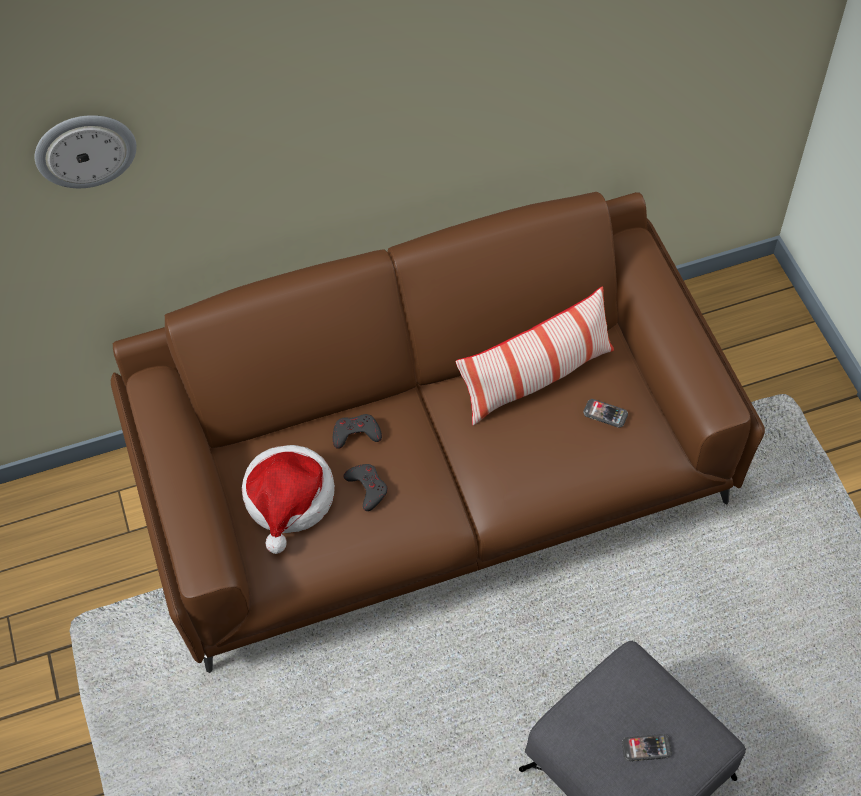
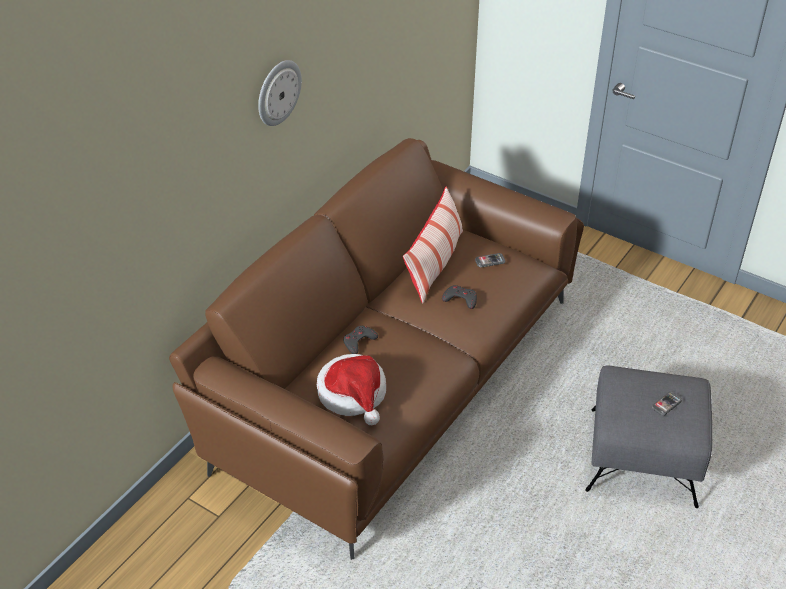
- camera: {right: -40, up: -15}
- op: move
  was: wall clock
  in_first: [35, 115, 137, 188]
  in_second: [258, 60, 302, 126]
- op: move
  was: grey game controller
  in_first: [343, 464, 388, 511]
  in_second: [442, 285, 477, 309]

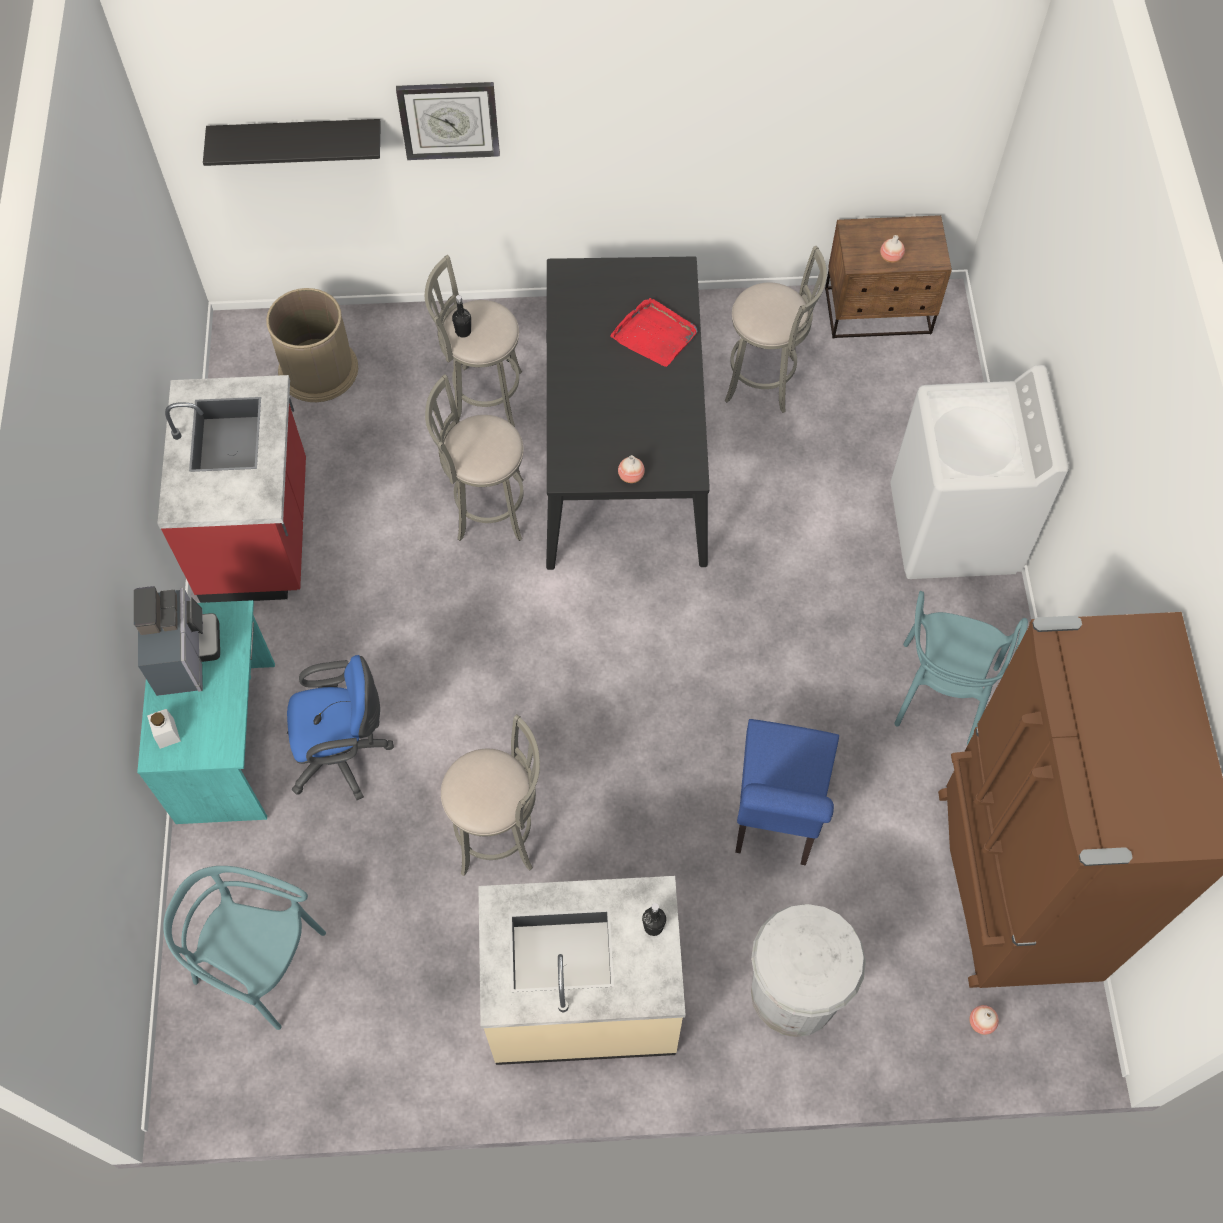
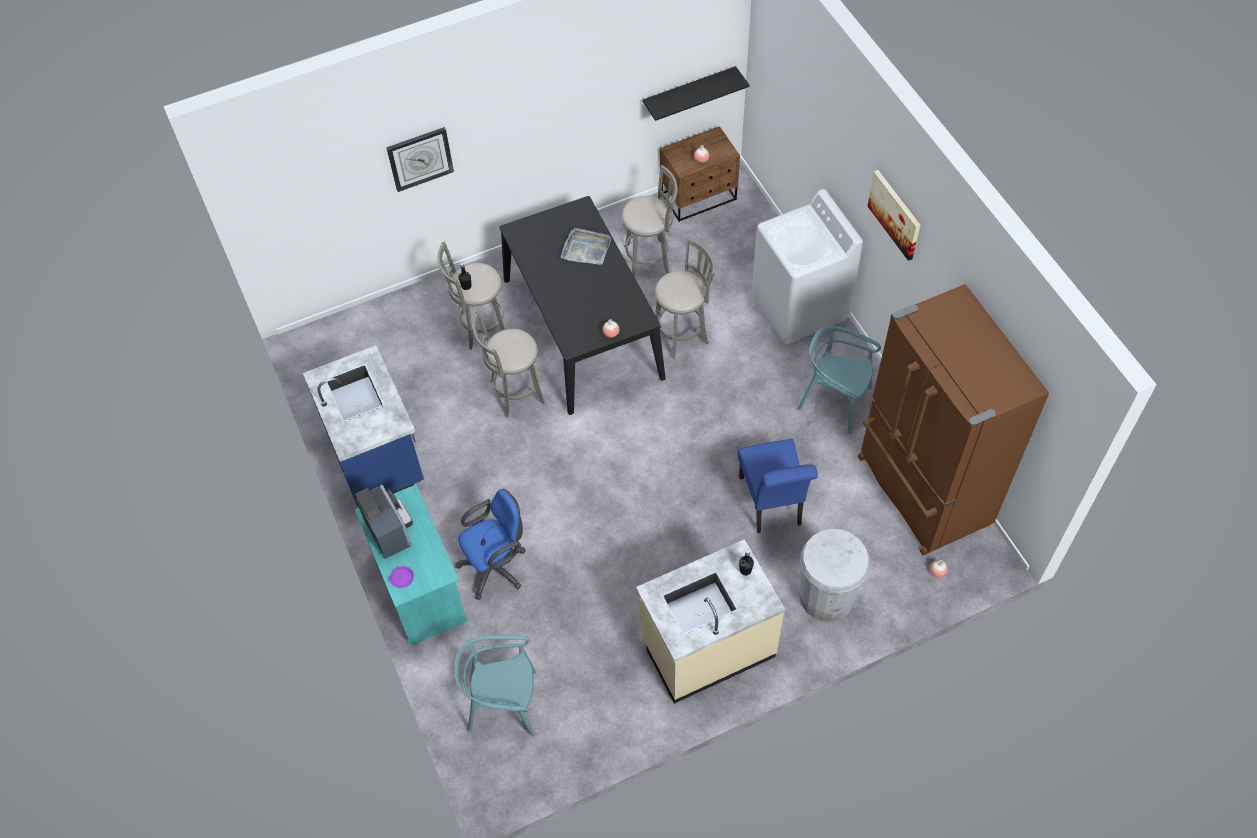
- camera: {right: -20, up: -5}
- op: recolor
  was: red counter
  now: blue counter
  in_first: [157, 375, 306, 603]
  in_second: [303, 345, 424, 507]
- op: replace
  was: white jar
  now: purple plate
  in_first: [147, 709, 181, 749]
  in_second: [390, 566, 414, 588]
- op: recolor
  was: red tray
  now: grey tray
  in_first: [610, 298, 698, 367]
  in_second: [561, 228, 611, 265]
- op: move
  was: black shelf
  in_first: [203, 119, 381, 166]
  in_second: [642, 66, 749, 121]
- op: move
  was: grey stool
  in_first: [441, 714, 540, 876]
  in_second: [655, 237, 715, 359]
- op: rotate
  was: turquoise chair
  in_first: [894, 591, 1028, 745]
  in_second: [798, 326, 881, 434]
  clockwise: 120
- op: insert
  now: picture
  in_second: [868, 170, 920, 261]
- op: delete
  was: brown trash can
  in_first: [266, 288, 358, 402]

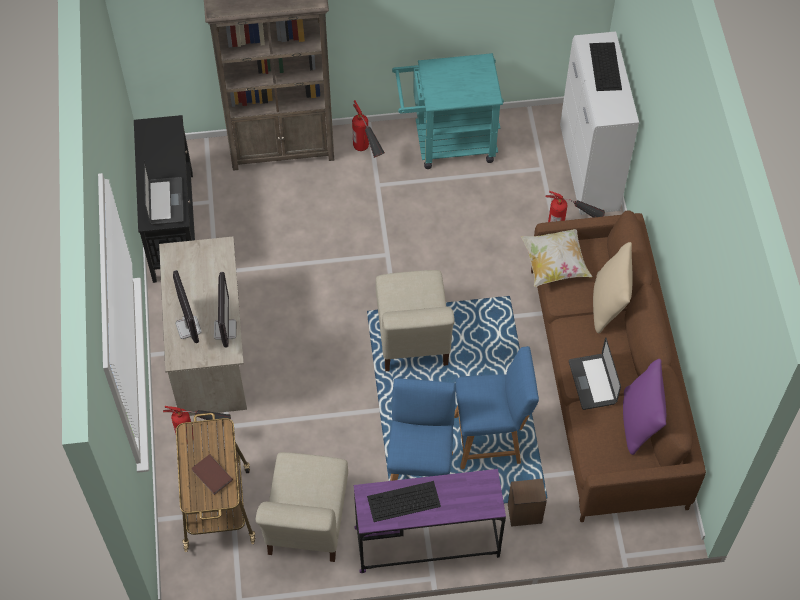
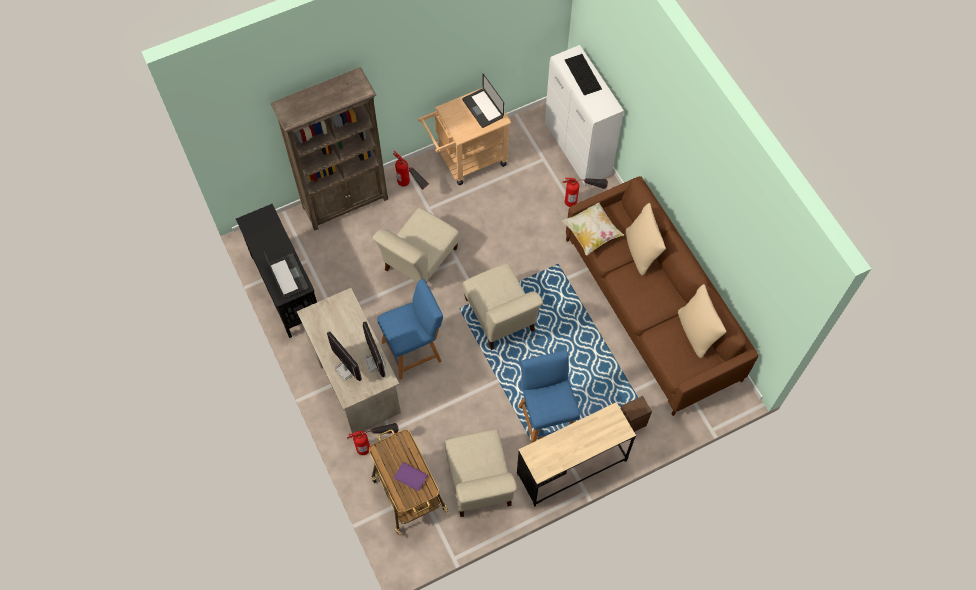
- camera: {right: -20, up: 5}
- op: insert
  now: beige chair
  in_second: [373, 208, 460, 283]
- op: move
  was: blue stool
  in_first: [454, 346, 539, 469]
  in_second: [377, 279, 443, 380]
- op: recolor
  was: brown book
  now: purple book
  in_first: [191, 454, 233, 495]
  in_second: [394, 462, 428, 492]
- op: recolor
  was: turquoise cart
  now: beige cart
  in_first: [392, 53, 504, 169]
  in_second: [418, 88, 511, 185]
- op: move
  was: laptop
  in_first: [569, 337, 621, 410]
  in_second: [462, 74, 504, 128]
- op: recolor
  was: purple desk
  now: beige desk
  in_first: [354, 469, 506, 573]
  in_second: [515, 402, 636, 507]
- op: recolor
  was: purple pillow
  now: beige pillow
  in_first: [623, 359, 666, 455]
  in_second: [678, 284, 727, 358]
- op: delete
  was: keyboard
  in_first: [367, 481, 441, 522]

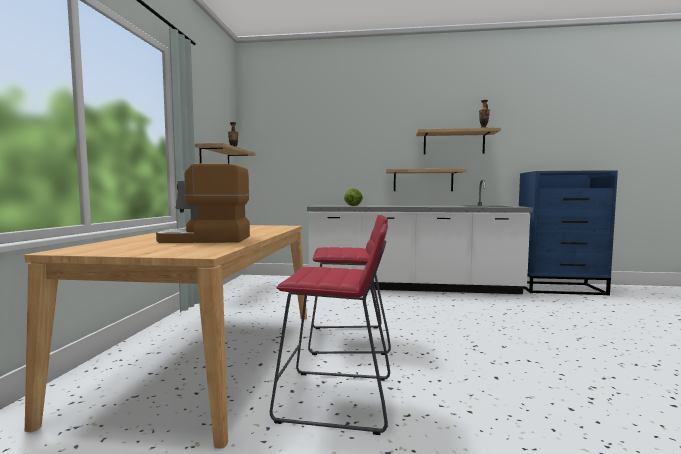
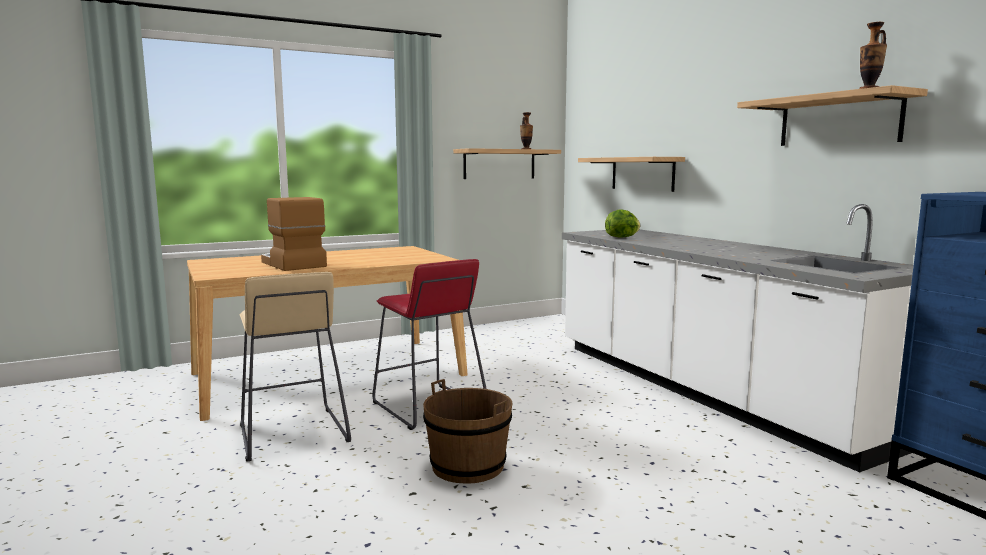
- camera: {right: 55, up: 5}
- op: recolor
  was: red stool
  now: beige stool
  in_first: [270, 223, 390, 435]
  in_second: [240, 272, 351, 462]
- op: insert
  now: brown bucket
  in_second: [423, 379, 513, 484]
- op: move
  was: shelf
  in_first: [386, 169, 467, 191]
  in_second: [578, 157, 685, 192]

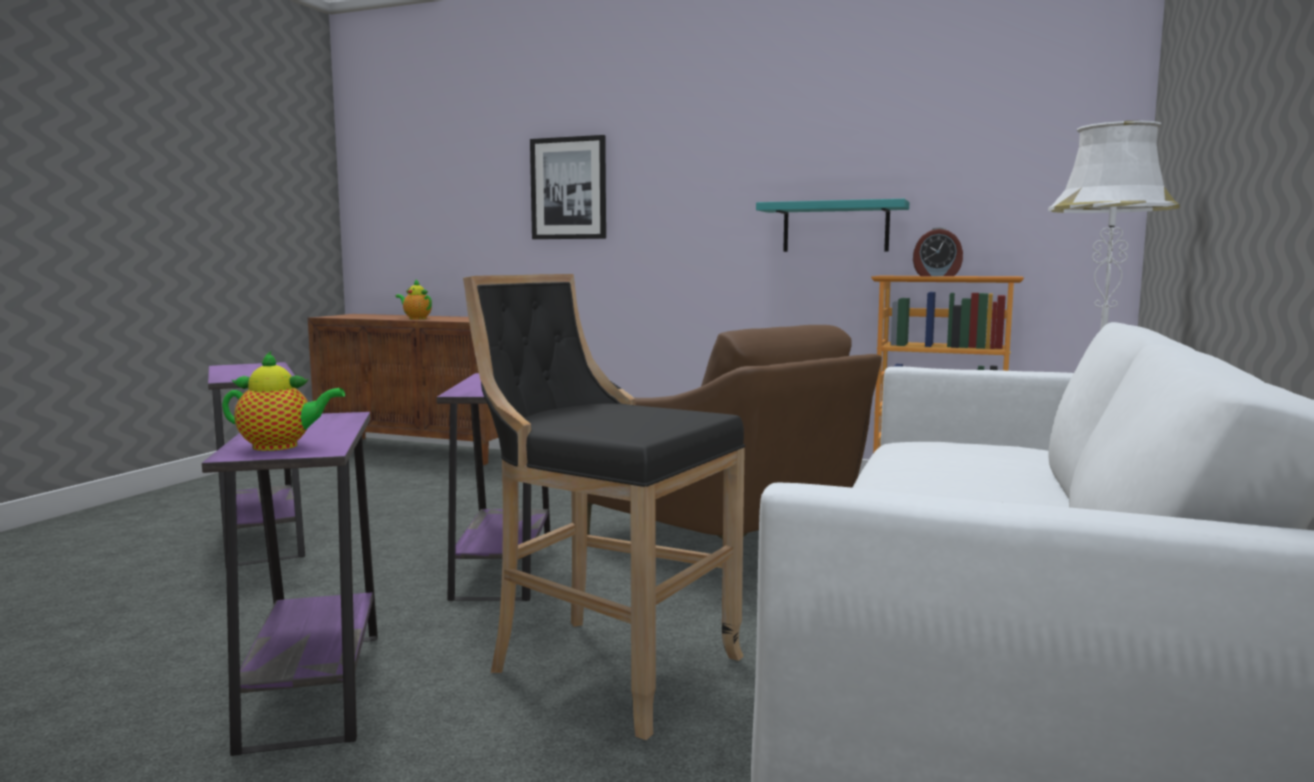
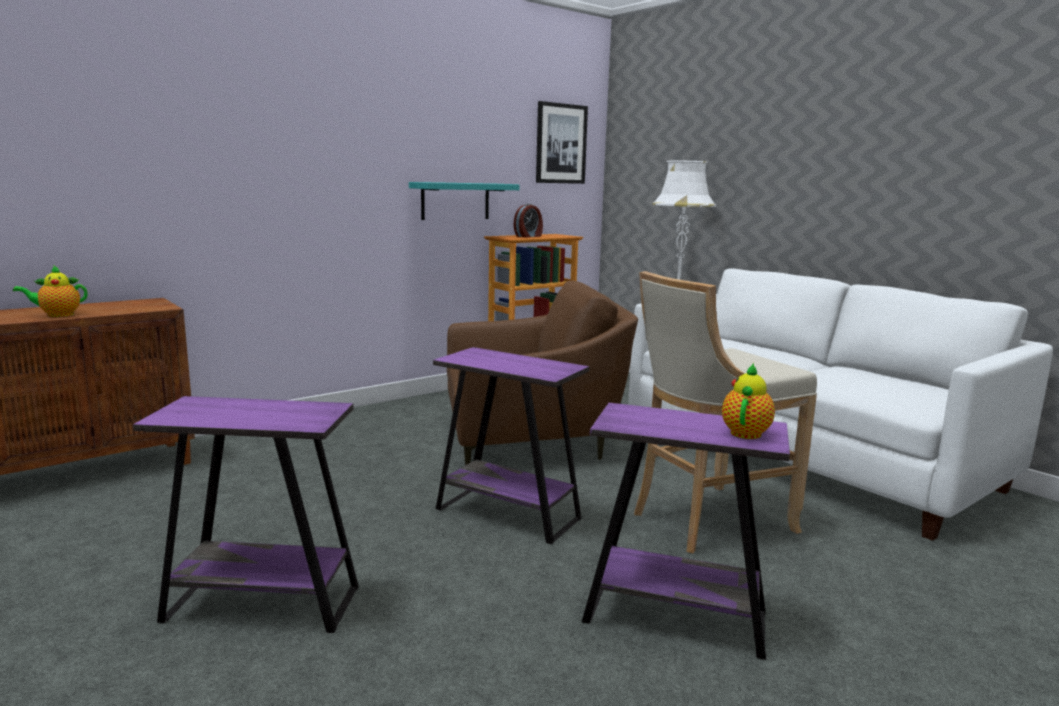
- camera: {right: -60, up: 5}
- op: move
  was: picture
  in_first: [530, 135, 606, 239]
  in_second: [536, 101, 588, 184]
- op: recolor
  was: black stool
  now: beige stool
  in_first: [463, 274, 745, 740]
  in_second: [634, 271, 817, 554]

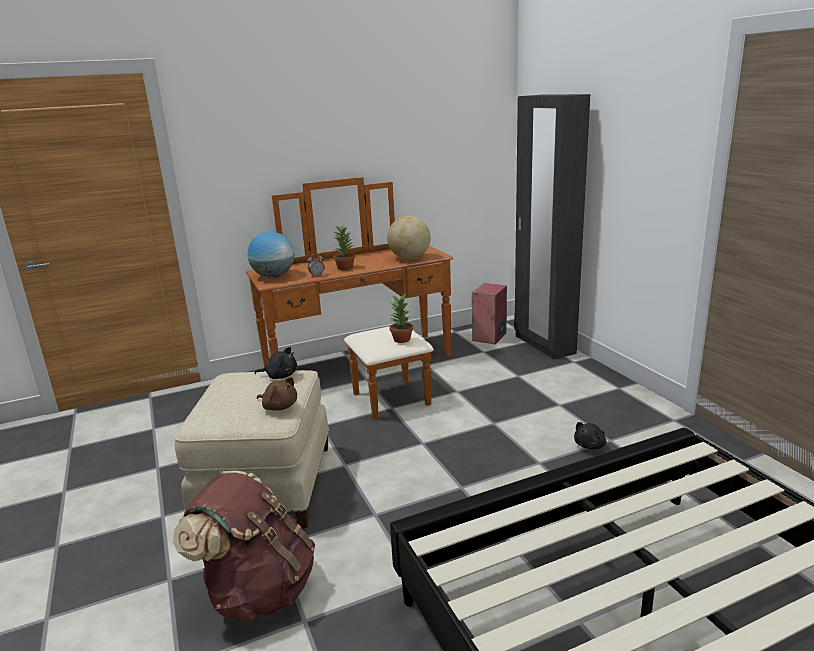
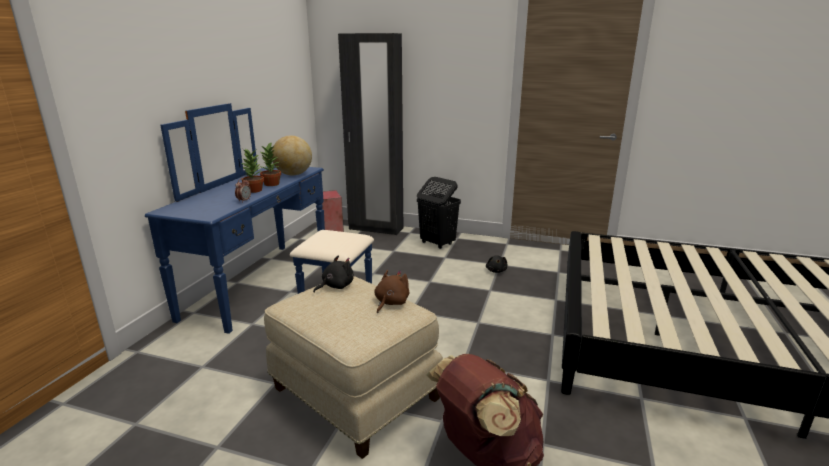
- camera: {right: -50, up: 0}
- op: recolor
  was: brown dresser
  now: blue dresser
  in_first: [246, 177, 453, 420]
  in_second: [145, 103, 374, 334]
- op: move
  was: potted plant
  in_first: [390, 294, 413, 343]
  in_second: [259, 143, 281, 186]
- op: rotate
  was: brown plush toy
  in_first: [257, 377, 297, 411]
  in_second: [374, 270, 410, 313]
  clockwise: -45
- op: insert
  now: black laundry basket
  in_second: [417, 177, 461, 249]
- op: delete
  was: globe
  in_first: [247, 231, 294, 278]

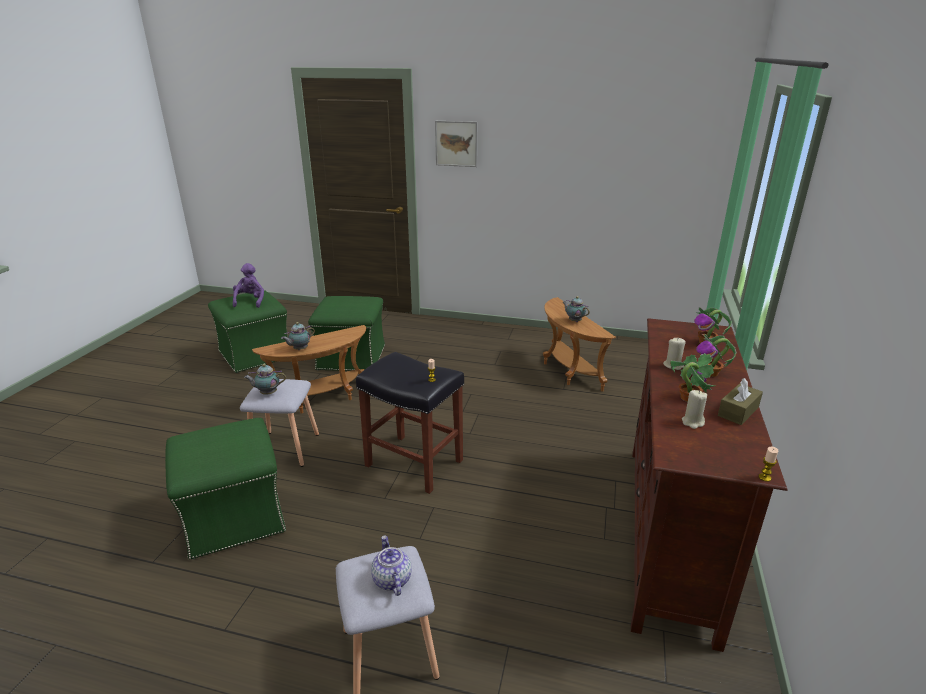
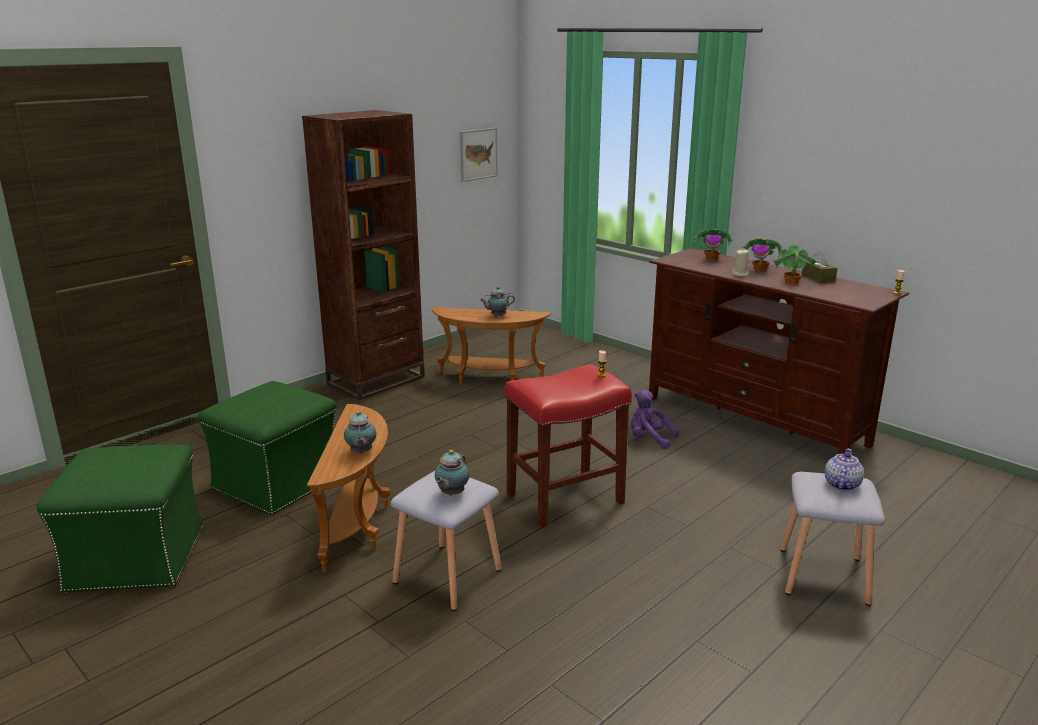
- camera: {right: -60, up: -5}
- op: insert
  now: brown bookcase
  in_second: [302, 110, 425, 400]
- op: move
  was: picture
  in_first: [435, 121, 477, 167]
  in_second: [460, 128, 498, 182]
- op: recolor
  was: black stool
  now: red stool
  in_first: [356, 352, 464, 494]
  in_second: [505, 364, 632, 528]
- op: move
  was: purple plush toy
  in_first: [233, 263, 264, 308]
  in_second: [631, 390, 679, 449]
- op: rotate
  was: teapot
  in_first: [371, 536, 412, 596]
  in_second: [825, 449, 864, 491]
  clockwise: 105
- op: delete
  was: green ottoman
  in_first: [165, 418, 286, 559]
- op: delete
  was: beige candle
  in_first: [682, 390, 707, 429]

